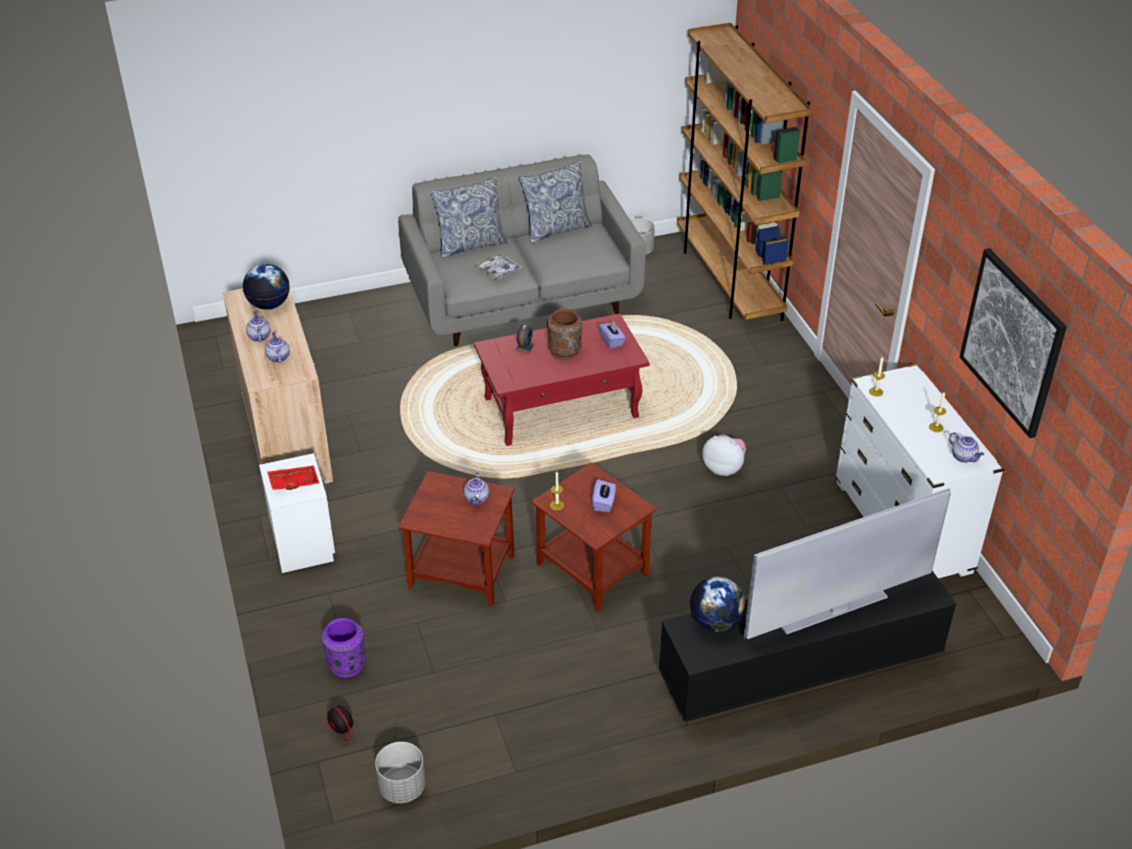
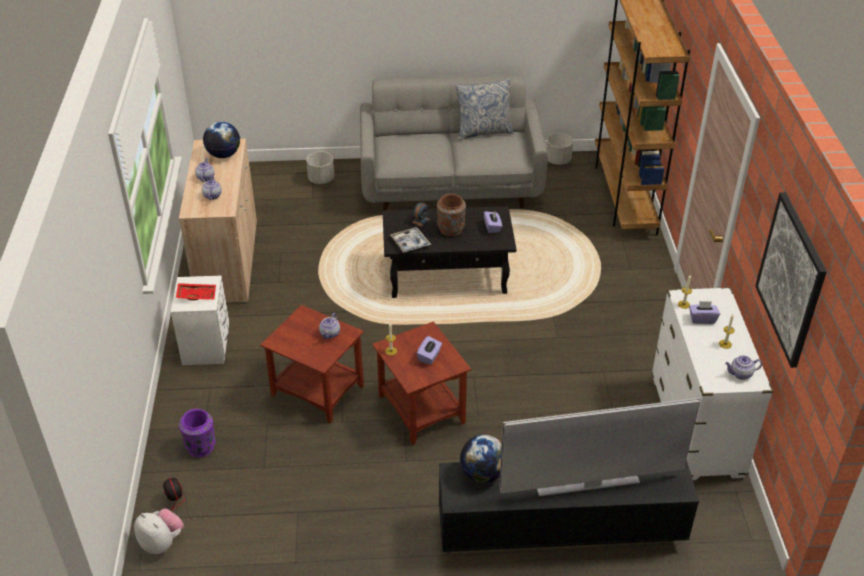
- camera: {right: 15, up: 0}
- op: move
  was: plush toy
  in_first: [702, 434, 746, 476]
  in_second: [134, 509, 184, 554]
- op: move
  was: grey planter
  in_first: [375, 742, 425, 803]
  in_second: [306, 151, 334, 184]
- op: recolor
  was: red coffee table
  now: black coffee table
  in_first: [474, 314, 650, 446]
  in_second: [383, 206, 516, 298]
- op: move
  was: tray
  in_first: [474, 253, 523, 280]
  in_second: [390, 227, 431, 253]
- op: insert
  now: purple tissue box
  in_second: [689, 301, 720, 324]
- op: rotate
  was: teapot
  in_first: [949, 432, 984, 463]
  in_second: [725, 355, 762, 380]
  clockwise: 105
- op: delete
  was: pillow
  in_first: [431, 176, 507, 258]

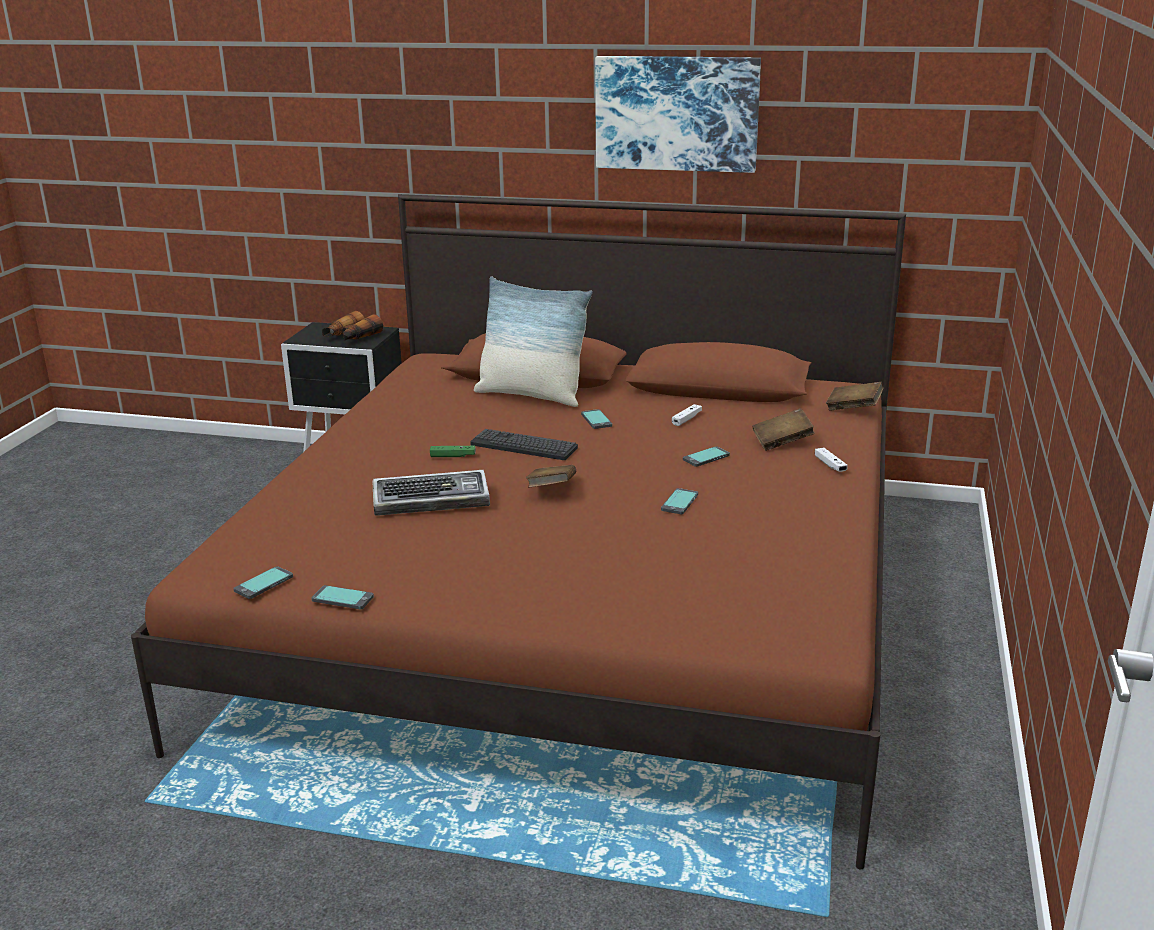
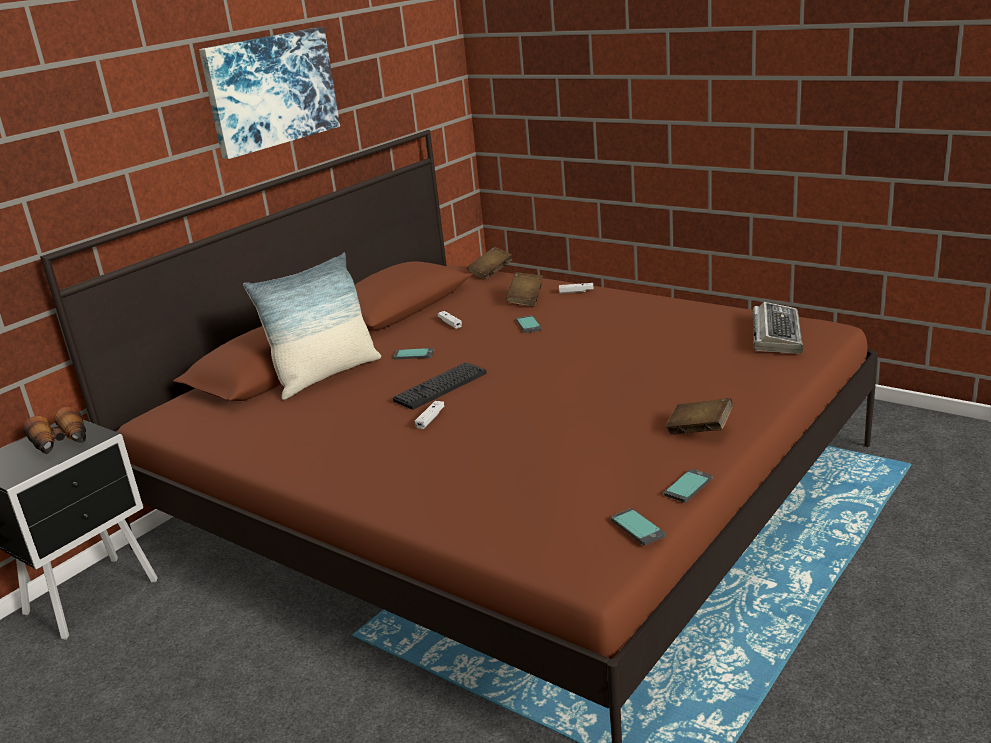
- camera: {right: -65, up: 0}
- op: recolor
  was: green game controller
  now: white game controller
  in_first: [430, 446, 476, 457]
  in_second: [415, 401, 445, 429]
- op: move
  was: brown book
  in_first: [526, 465, 576, 488]
  in_second: [665, 398, 733, 435]
- op: move
  was: keyboard
  in_first: [372, 470, 490, 516]
  in_second: [753, 302, 803, 354]
- op: delete
  was: phone
  in_first: [661, 488, 698, 514]

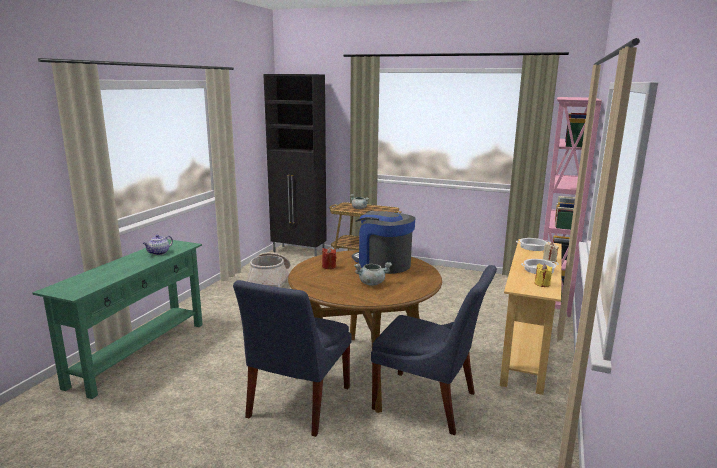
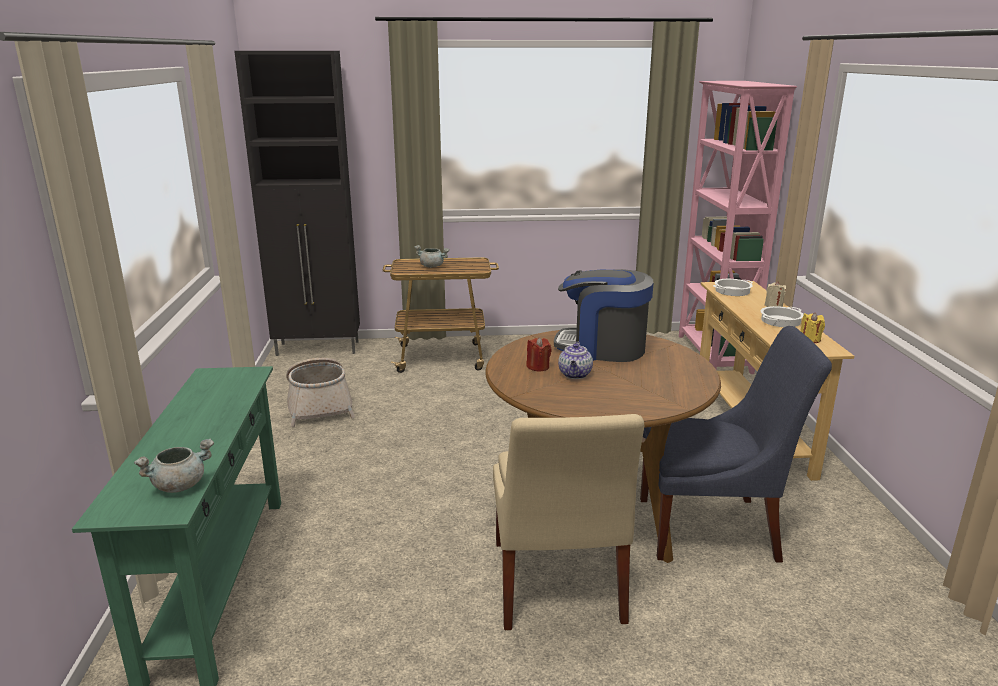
- camera: {right: -25, up: 5}
- op: move
  was: grey cooking pot
  in_first: [354, 262, 392, 285]
  in_second: [134, 438, 214, 493]
- op: recolor
  was: blue chair
  now: beige chair
  in_first: [233, 280, 352, 437]
  in_second: [493, 414, 644, 630]
- op: move
  was: teapot
  in_first: [143, 235, 173, 255]
  in_second: [558, 342, 593, 379]

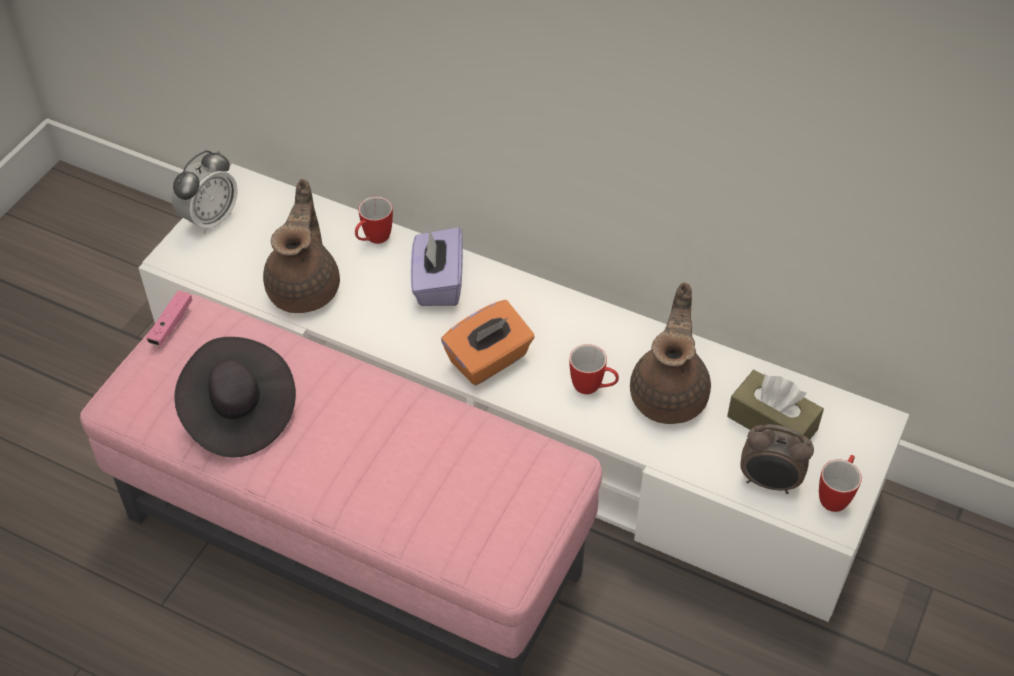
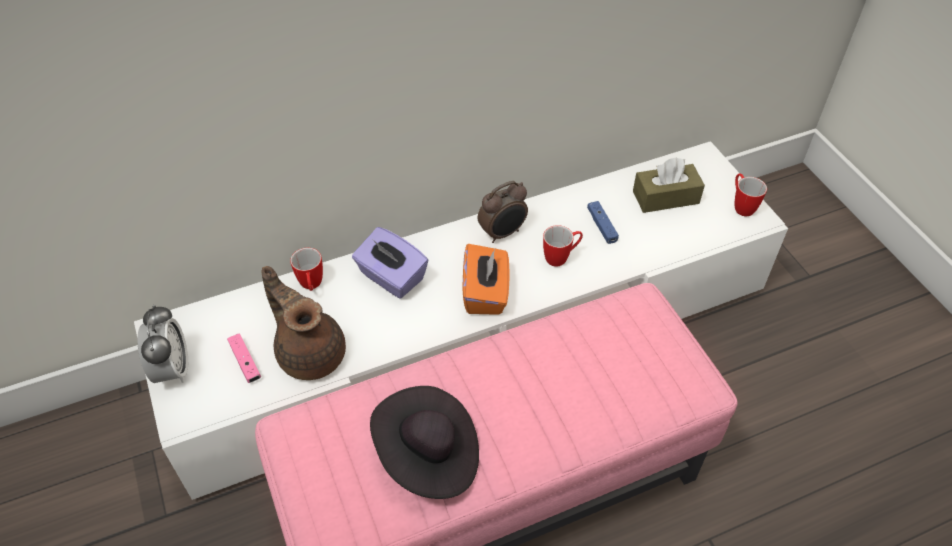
- camera: {right: -50, up: 0}
- op: move
  was: pink game controller
  in_first: [146, 291, 192, 346]
  in_second: [227, 333, 261, 383]
- op: move
  was: alarm clock
  in_first: [740, 424, 814, 494]
  in_second: [478, 181, 528, 243]
- op: replace
  was: brown teapot
  now: blue game controller
  in_first: [630, 282, 711, 424]
  in_second: [587, 201, 619, 244]

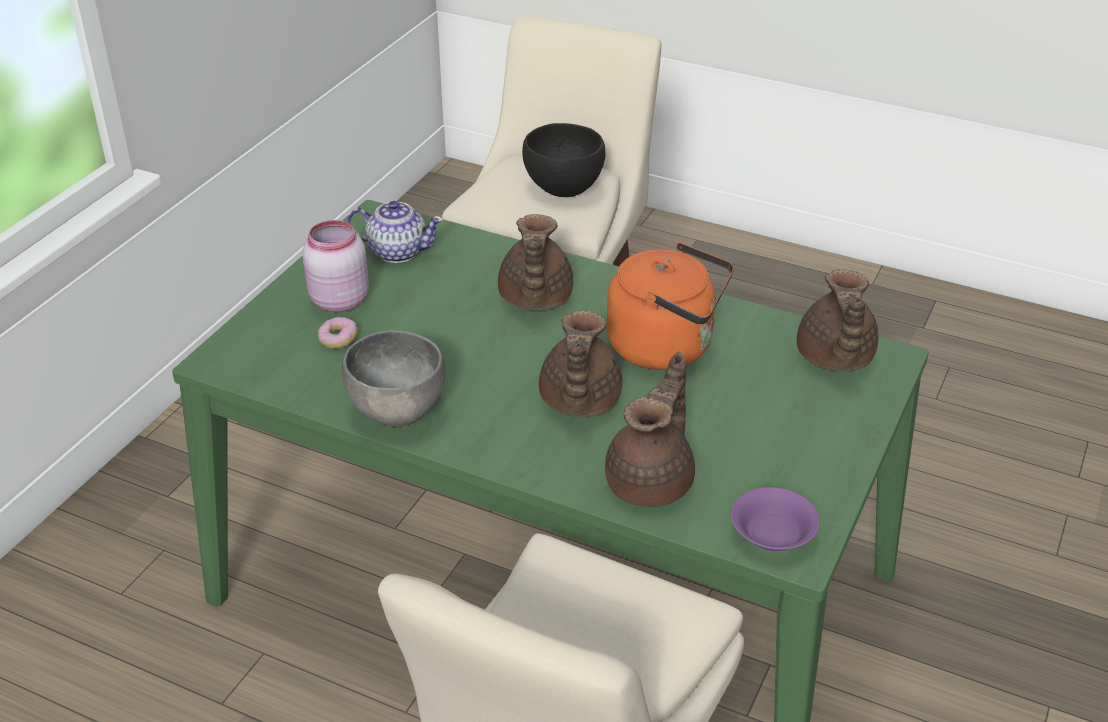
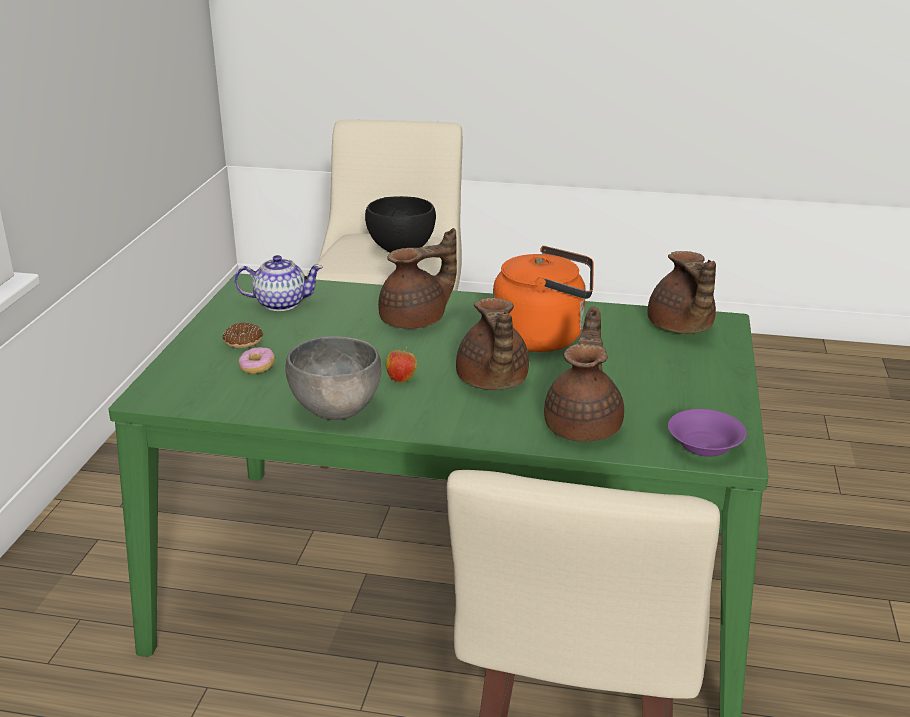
- camera: {right: -15, up: -10}
- op: replace
  was: pink jar
  now: donut
  in_first: [303, 220, 369, 312]
  in_second: [223, 322, 263, 348]
- op: rotate
  was: brown teapot
  in_first: [498, 214, 573, 311]
  in_second: [378, 228, 457, 329]
  clockwise: -105
- op: insert
  now: apple
  in_second: [386, 347, 417, 383]

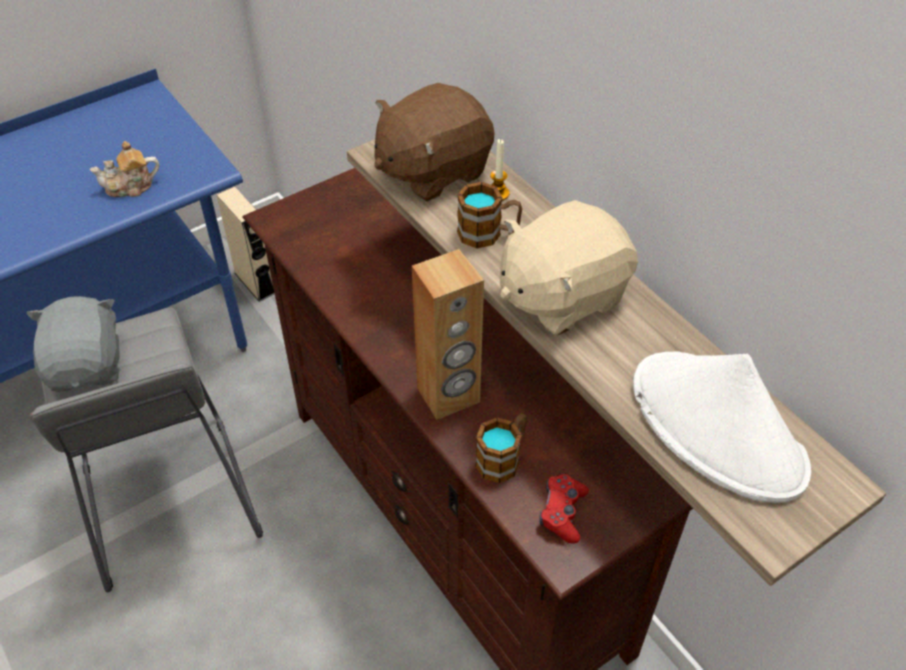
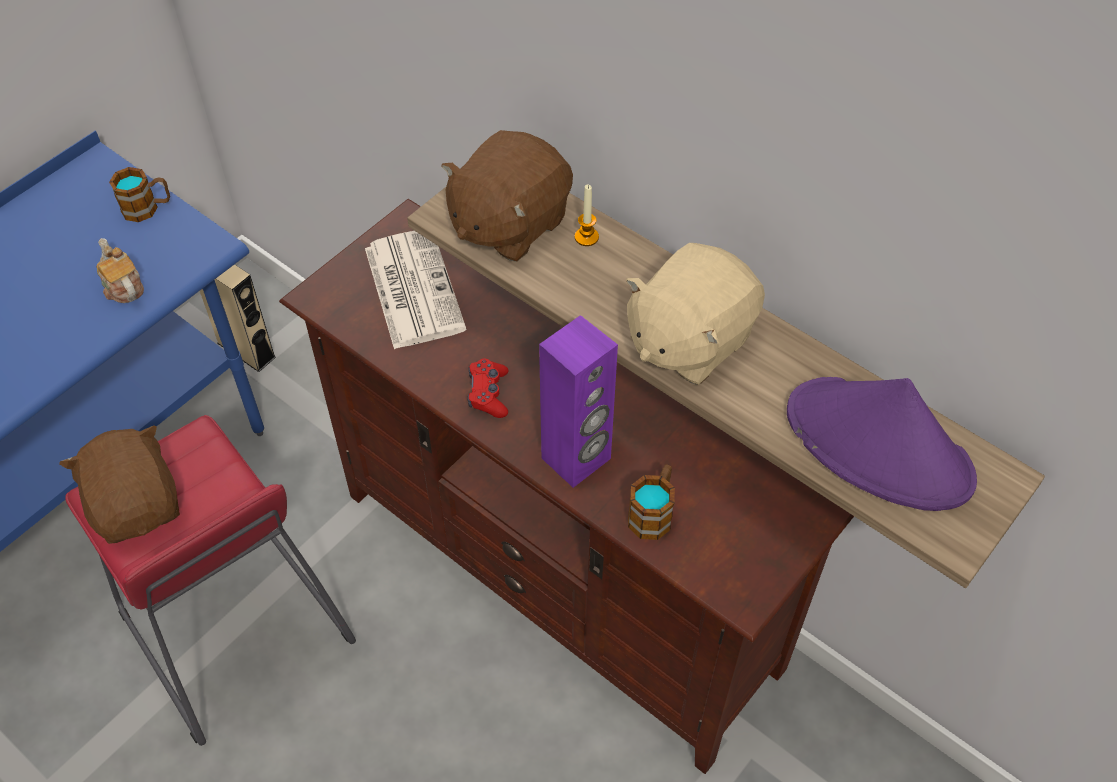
- camera: {right: -15, up: 5}
- op: recolor
  was: grey plush toy
  now: brown plush toy
  in_first: [27, 296, 120, 392]
  in_second: [59, 425, 180, 544]
- op: recolor
  was: grey stool
  now: red stool
  in_first: [30, 308, 263, 592]
  in_second: [65, 415, 356, 746]
- op: rotate
  was: teapot
  in_first: [89, 141, 159, 197]
  in_second: [96, 238, 144, 303]
  clockwise: 90
- op: move
  was: mug
  in_first: [457, 182, 522, 248]
  in_second: [109, 167, 170, 222]
- op: insert
  now: newspaper
  in_second: [365, 231, 467, 349]
- op: move
  was: red game controller
  in_first: [539, 474, 589, 544]
  in_second: [468, 358, 509, 418]
- op: recolor
  was: brown speaker
  now: purple speaker
  in_first: [412, 249, 484, 420]
  in_second: [539, 315, 618, 488]
- op: recolor
  was: white hat
  now: purple hat
  in_first: [633, 351, 811, 503]
  in_second: [787, 377, 977, 511]

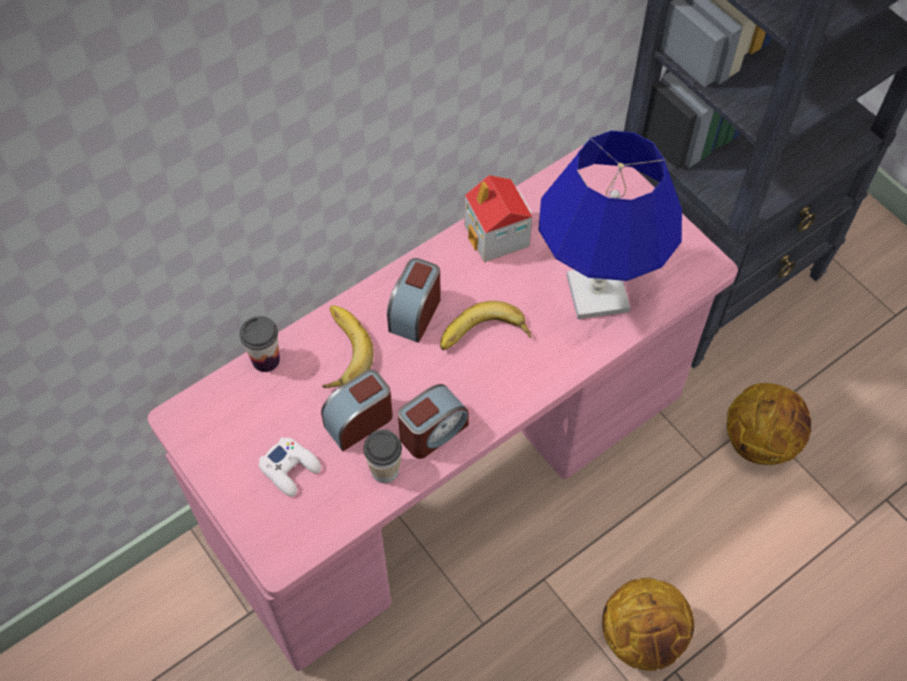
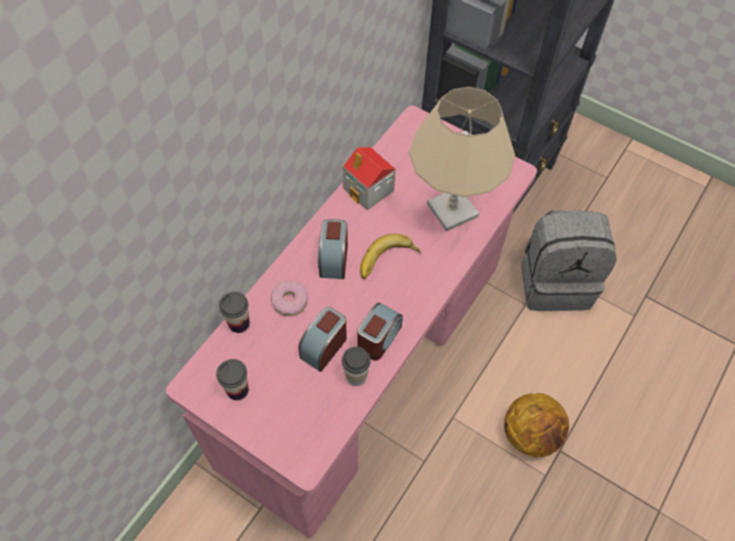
- camera: {right: -20, up: 0}
- op: insert
  now: cup
  in_second: [216, 359, 249, 400]
- op: replace
  was: banana
  now: donut
  in_first: [322, 305, 374, 388]
  in_second: [271, 281, 308, 316]
- op: recolor
  was: blue table lamp
  now: beige table lamp
  in_first: [538, 131, 682, 319]
  in_second: [409, 87, 515, 231]
- op: replace
  was: basketball
  now: grey backpack
  in_first: [727, 383, 811, 465]
  in_second: [521, 210, 617, 311]
- op: delete
  was: white game controller
  in_first: [259, 437, 321, 497]

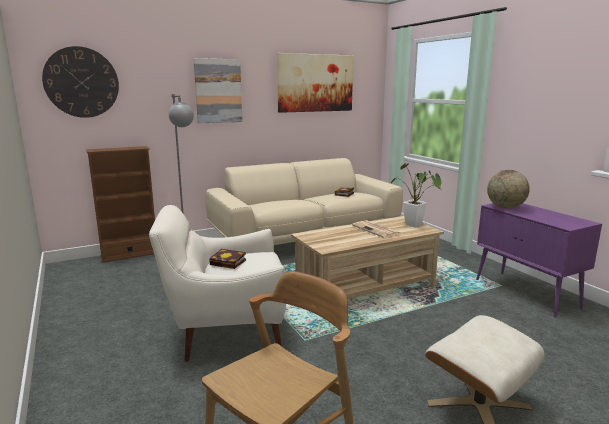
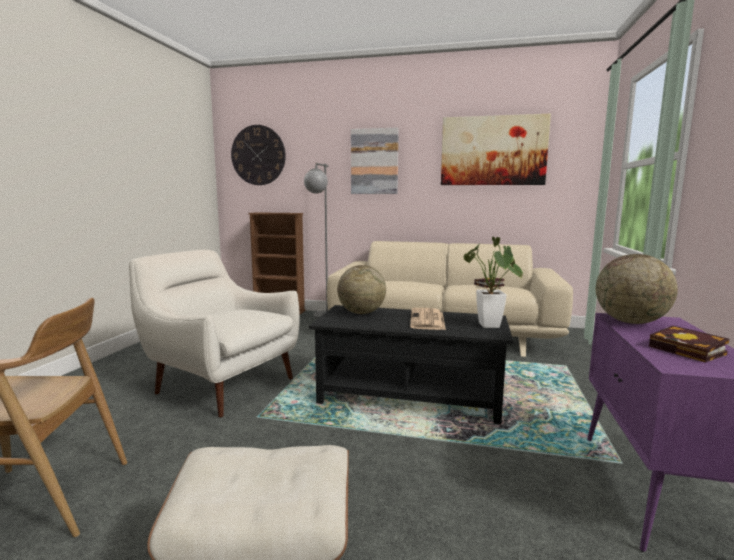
- camera: {right: 40, up: -5}
- op: recolor
  was: beige coffee table
  now: black coffee table
  in_first: [291, 216, 444, 299]
  in_second: [309, 305, 513, 425]
- op: insert
  now: globe
  in_second: [337, 265, 386, 314]
- op: move
  was: book
  in_first: [209, 249, 246, 269]
  in_second: [649, 326, 729, 363]

